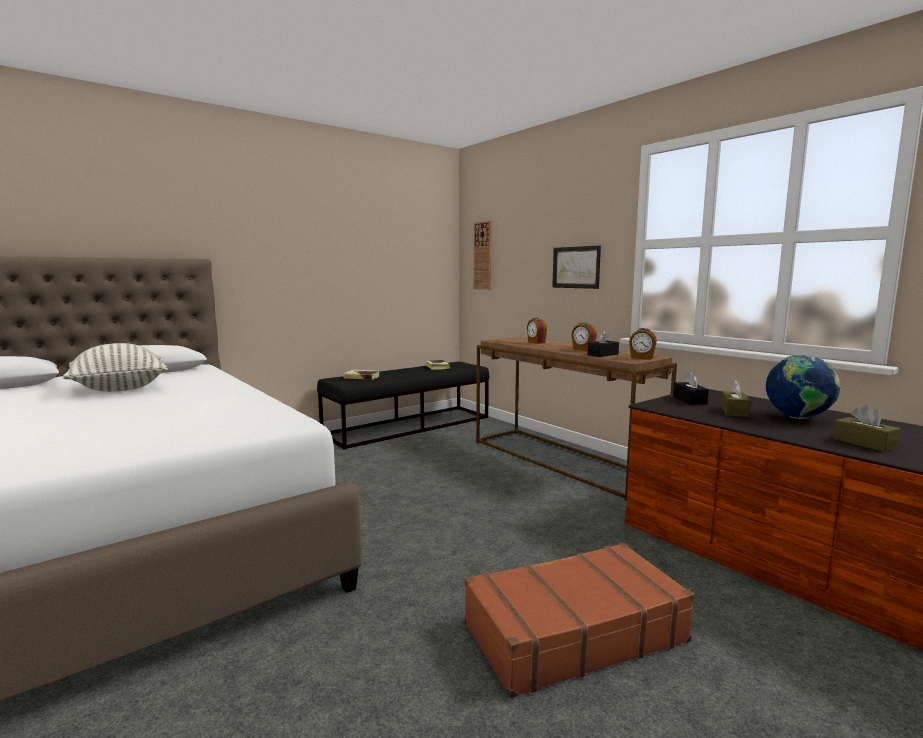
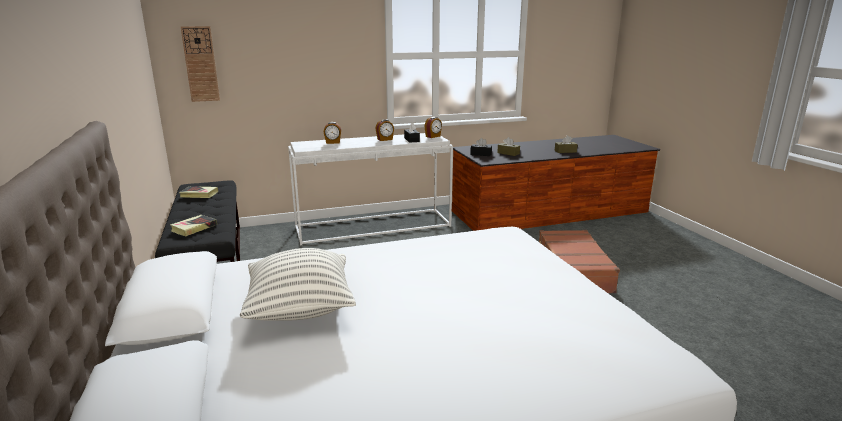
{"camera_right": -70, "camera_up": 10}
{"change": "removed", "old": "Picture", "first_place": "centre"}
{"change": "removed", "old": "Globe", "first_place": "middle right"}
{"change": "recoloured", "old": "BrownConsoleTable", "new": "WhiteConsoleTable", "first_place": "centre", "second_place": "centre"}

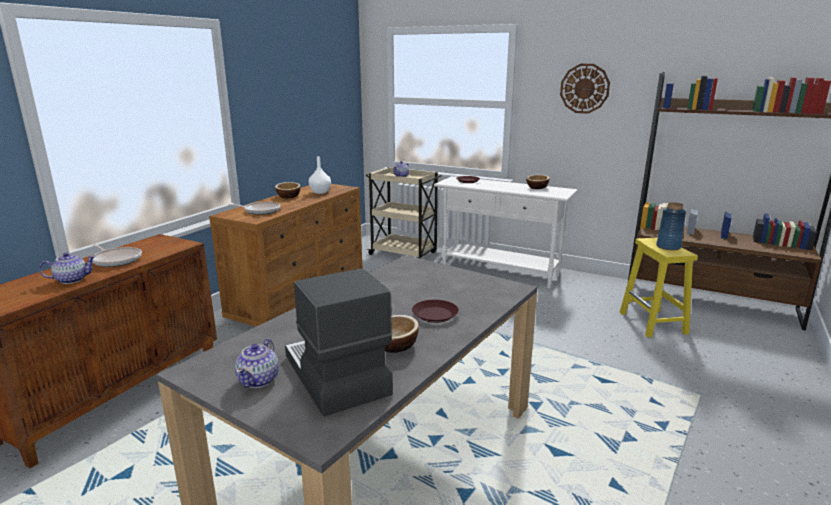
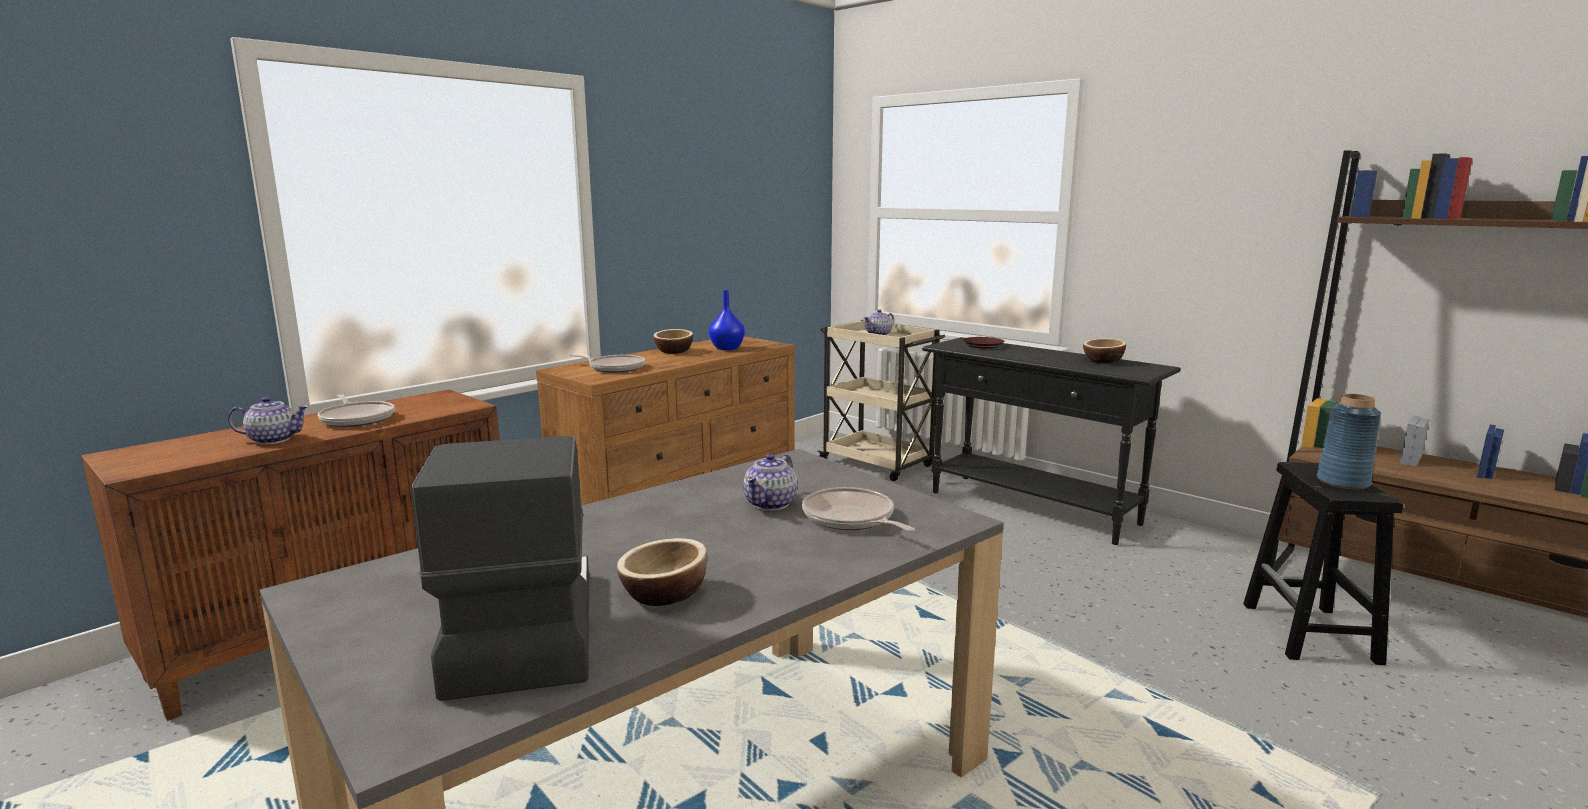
{"camera_right": 15, "camera_up": -5}
{"change": "removed", "old": "BrownPlate (1st from left)", "first_place": "centre"}
{"change": "removed", "old": "WallClock", "first_place": "top right"}
{"change": "added", "new": "FryingPan (3rd from left)", "second_place": "centre"}
{"change": "moved", "old": "Teapot (2nd from left)", "first_place": "bottom left", "second_place": "centre"}
{"change": "recoloured", "old": "WhiteVase", "new": "BlueVase (1st from left)", "first_place": "centre", "second_place": "centre"}
{"change": "recoloured", "old": "WhiteConsoleTable", "new": "BlackConsoleTable", "first_place": "centre", "second_place": "centre"}
{"change": "recoloured", "old": "YellowStool", "new": "BlackStool", "first_place": "middle right", "second_place": "bottom right"}

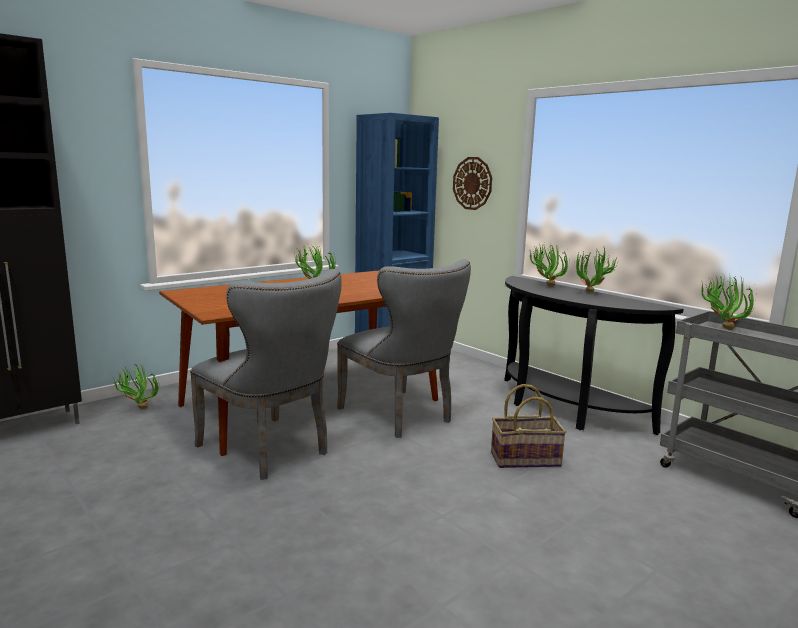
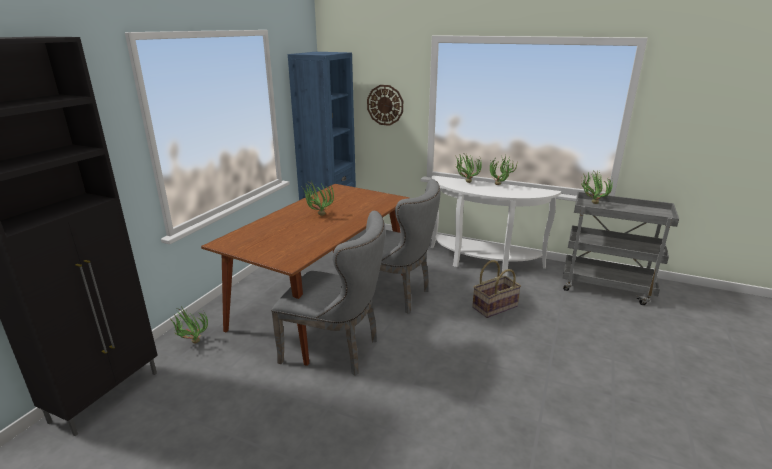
{"camera_right": -25, "camera_up": 10}
{"change": "recoloured", "old": "BlackConsoleTable", "new": "WhiteConsoleTable", "first_place": "middle right", "second_place": "centre"}

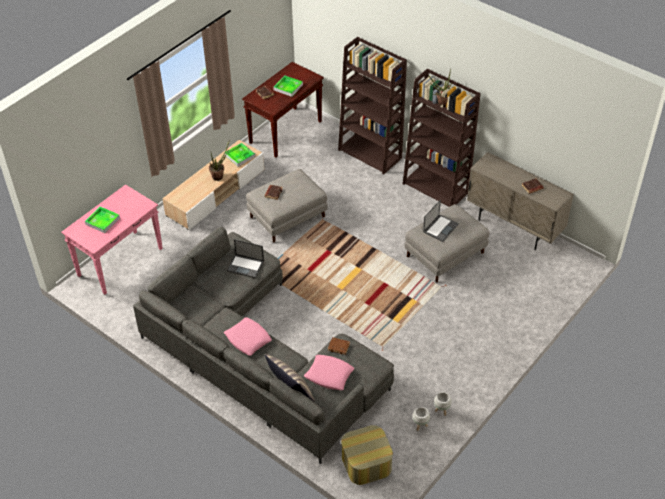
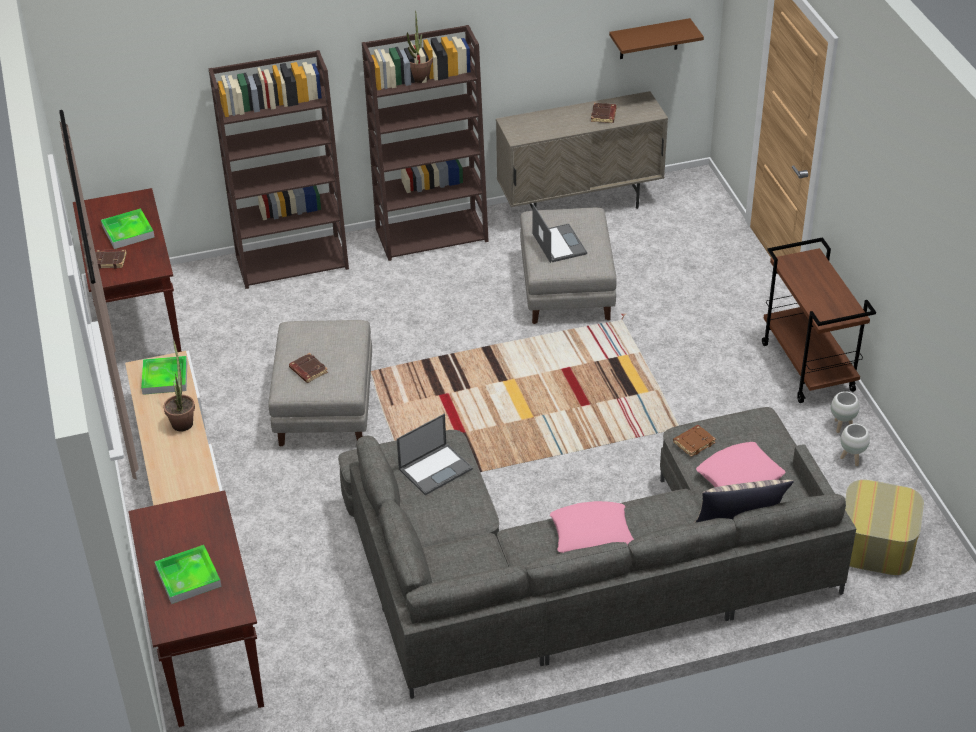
{"camera_right": -55, "camera_up": -5}
{"change": "added", "new": "BrownShelf", "second_place": "top right"}
{"change": "added", "new": "BrownCart", "second_place": "middle right"}
{"change": "recoloured", "old": "PinkConsoleTable", "new": "BrownConsoleTable (2nd from left)", "first_place": "middle left", "second_place": "bottom left"}

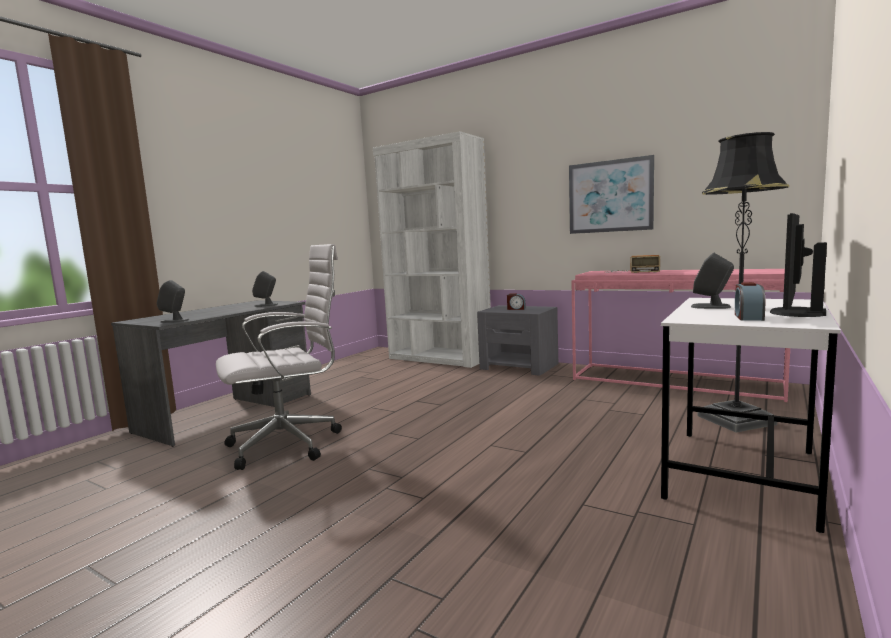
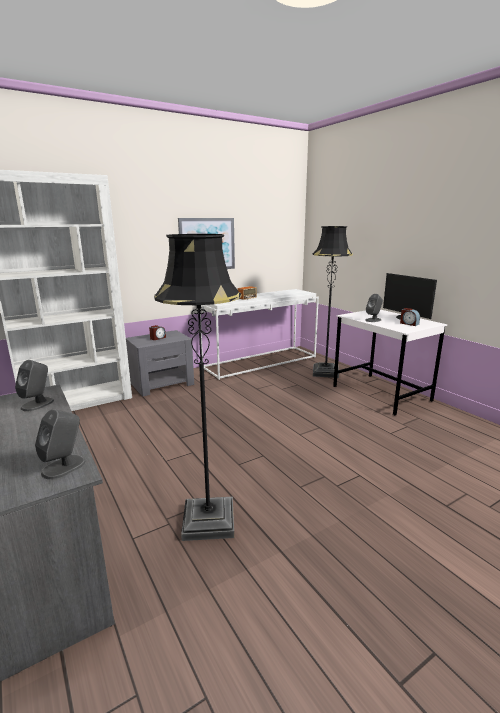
{"camera_right": -65, "camera_up": 10}
{"change": "replaced", "old": "WhiteOfficeChair", "new": "BlackFloorLamp (1st from left)", "first_place": "middle left", "second_place": "centre"}
{"change": "recoloured", "old": "PinkConsoleTable", "new": "WhiteConsoleTable", "first_place": "middle right", "second_place": "centre"}

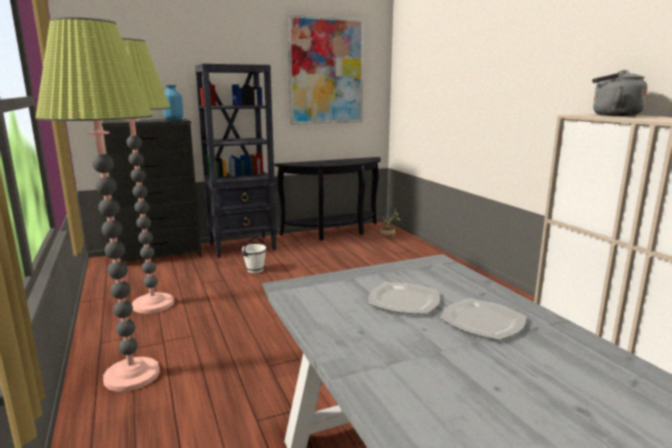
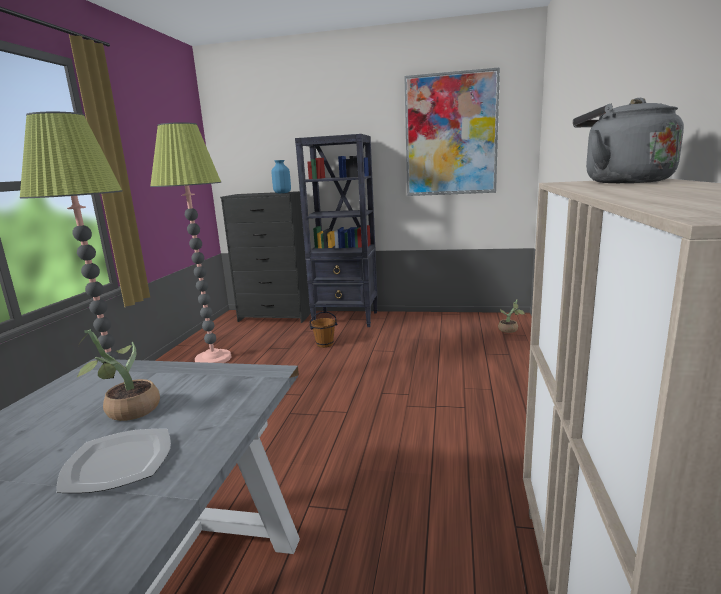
{"camera_right": 35, "camera_up": 0}
{"change": "removed", "old": "BlackConsoleTable", "first_place": "centre"}
{"change": "replaced", "old": "Plate (1st from left)", "new": "PottedPlant (1st from left)", "first_place": "centre", "second_place": "middle left"}
{"change": "recoloured", "old": "WhiteBucket", "new": "BrownBucket", "first_place": "centre", "second_place": "centre"}

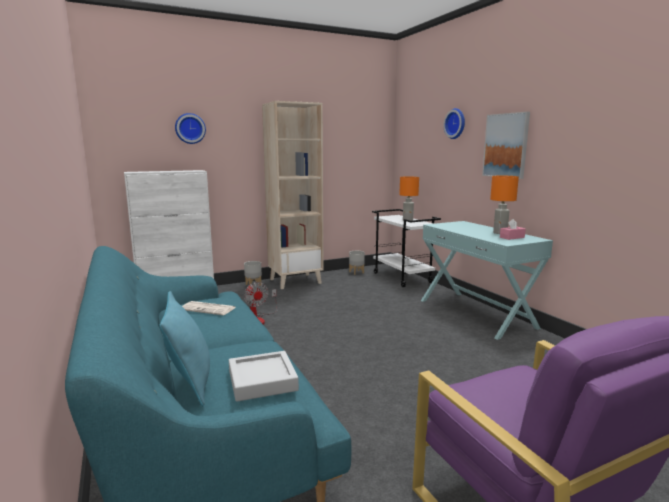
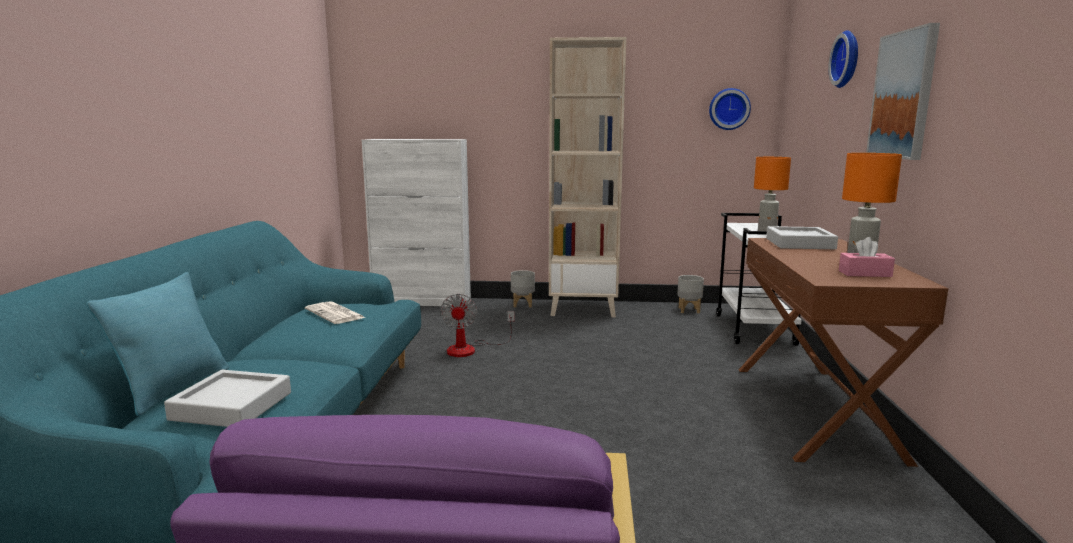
{"camera_right": 30, "camera_up": 0}
{"change": "added", "new": "GreyTray (2nd from left)", "second_place": "middle right"}
{"change": "moved", "old": "WallClock (1st from left)", "first_place": "top left", "second_place": "top right"}
{"change": "recoloured", "old": "TurquoiseConsoleTable", "new": "BrownConsoleTable", "first_place": "middle right", "second_place": "middle right"}

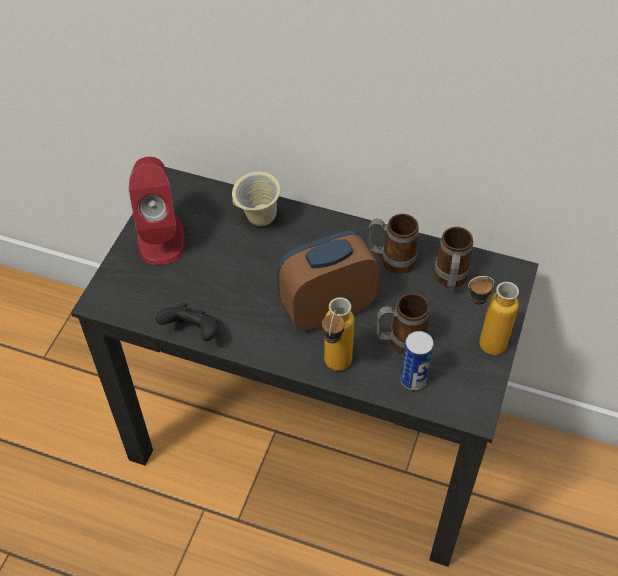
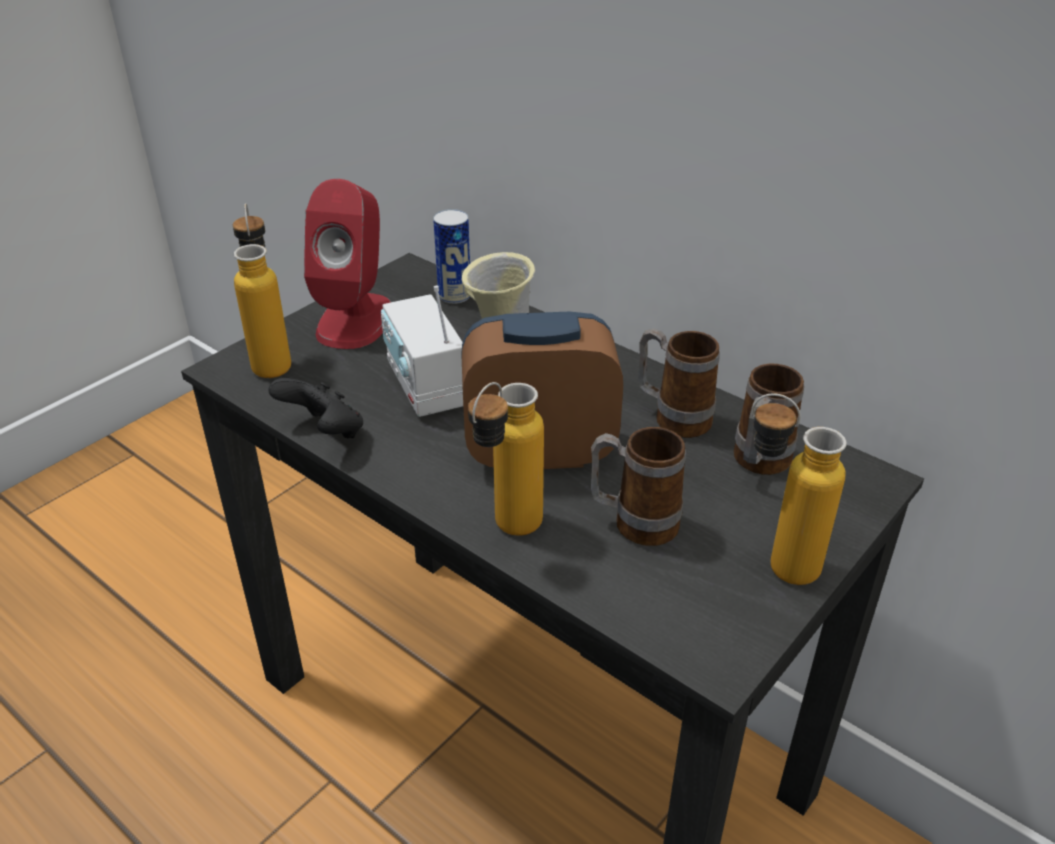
{"camera_right": 20, "camera_up": -15}
{"change": "added", "new": "Bottle (1st from left)", "second_place": "middle left"}
{"change": "added", "new": "Radio", "second_place": "centre"}
{"change": "moved", "old": "Can", "first_place": "middle right", "second_place": "top centre"}

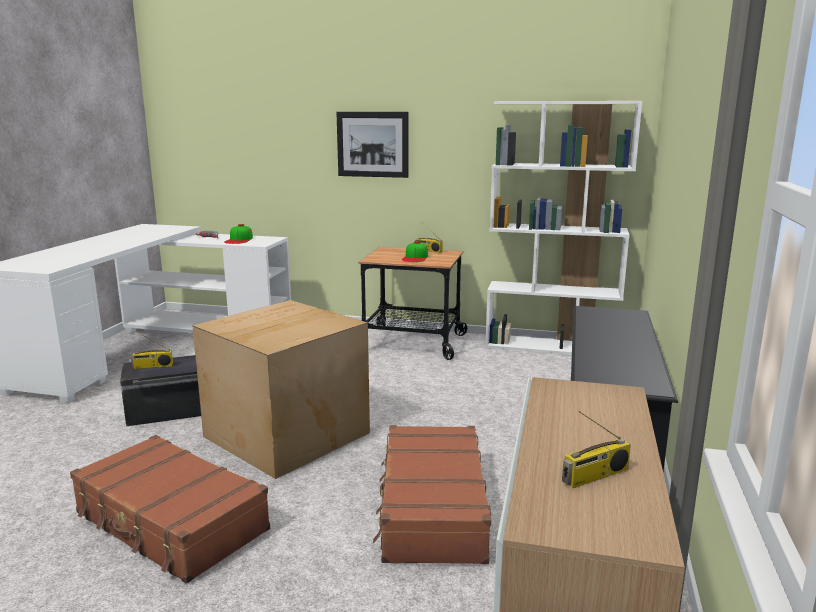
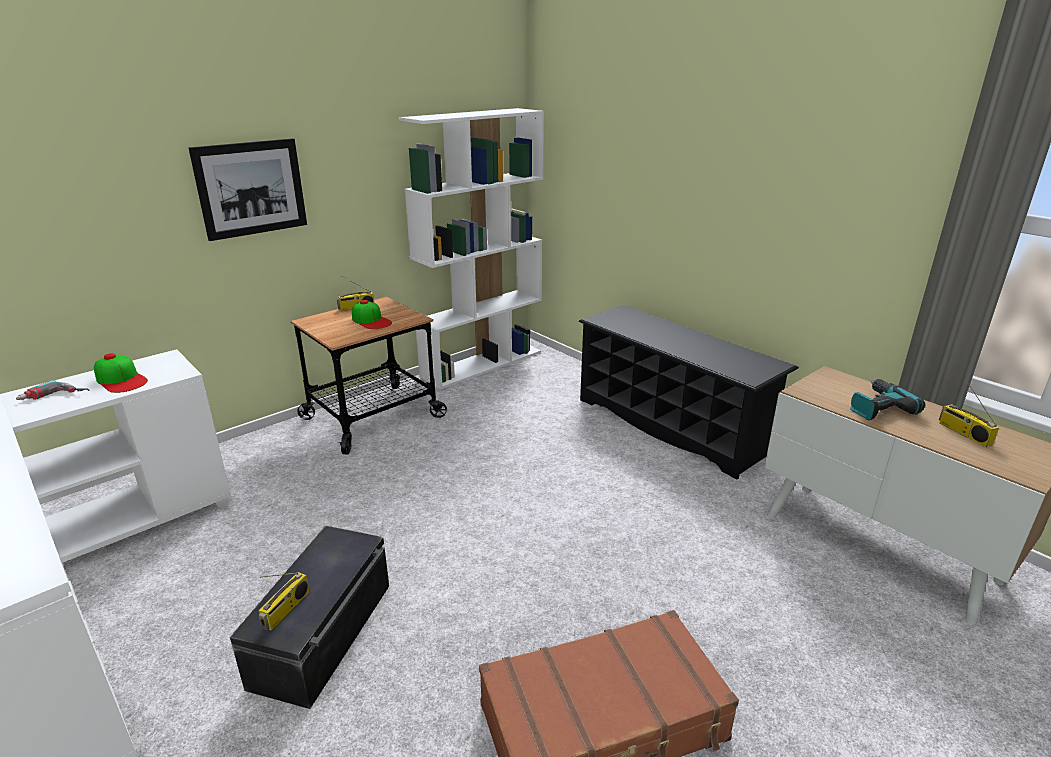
{"camera_right": -55, "camera_up": 10}
{"change": "removed", "old": "CardboardBox", "first_place": "centre"}
{"change": "removed", "old": "BrownSuitcase (2nd from left)", "first_place": "bottom centre"}
{"change": "added", "new": "PowerDrill (2nd from left)", "second_place": "middle right"}
{"change": "turned", "old": "Radio (3rd from left)", "first_place": "bottom right", "second_place": "middle right", "degrees": 150}

